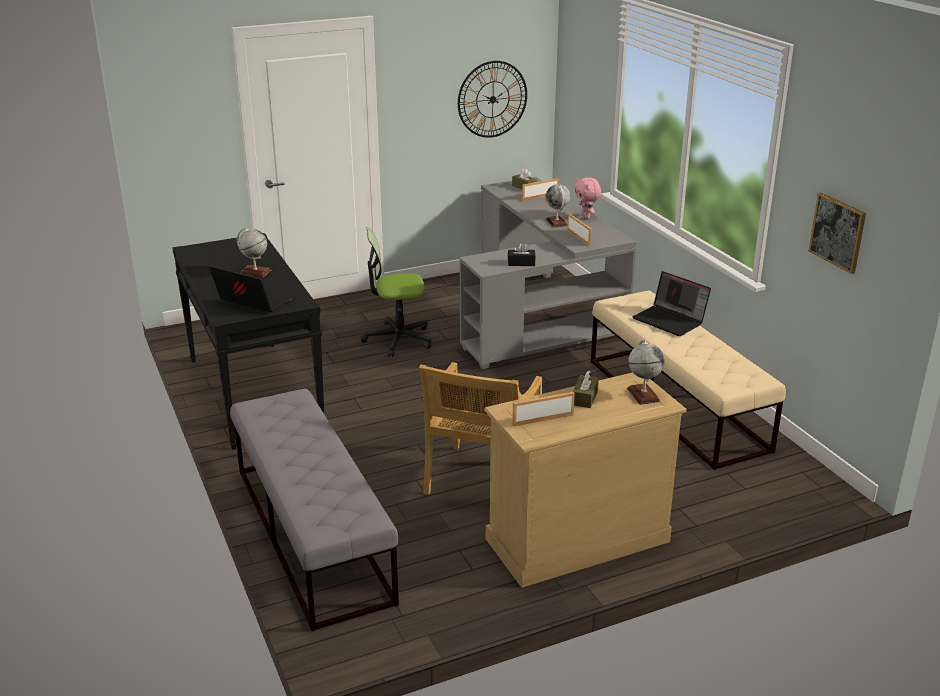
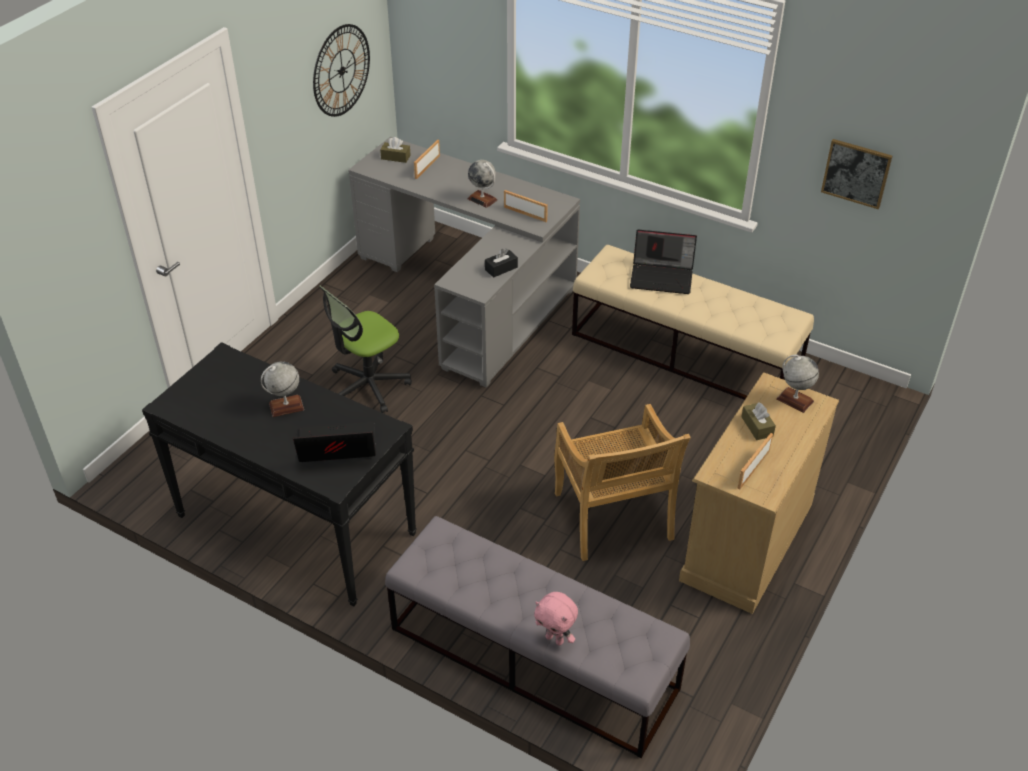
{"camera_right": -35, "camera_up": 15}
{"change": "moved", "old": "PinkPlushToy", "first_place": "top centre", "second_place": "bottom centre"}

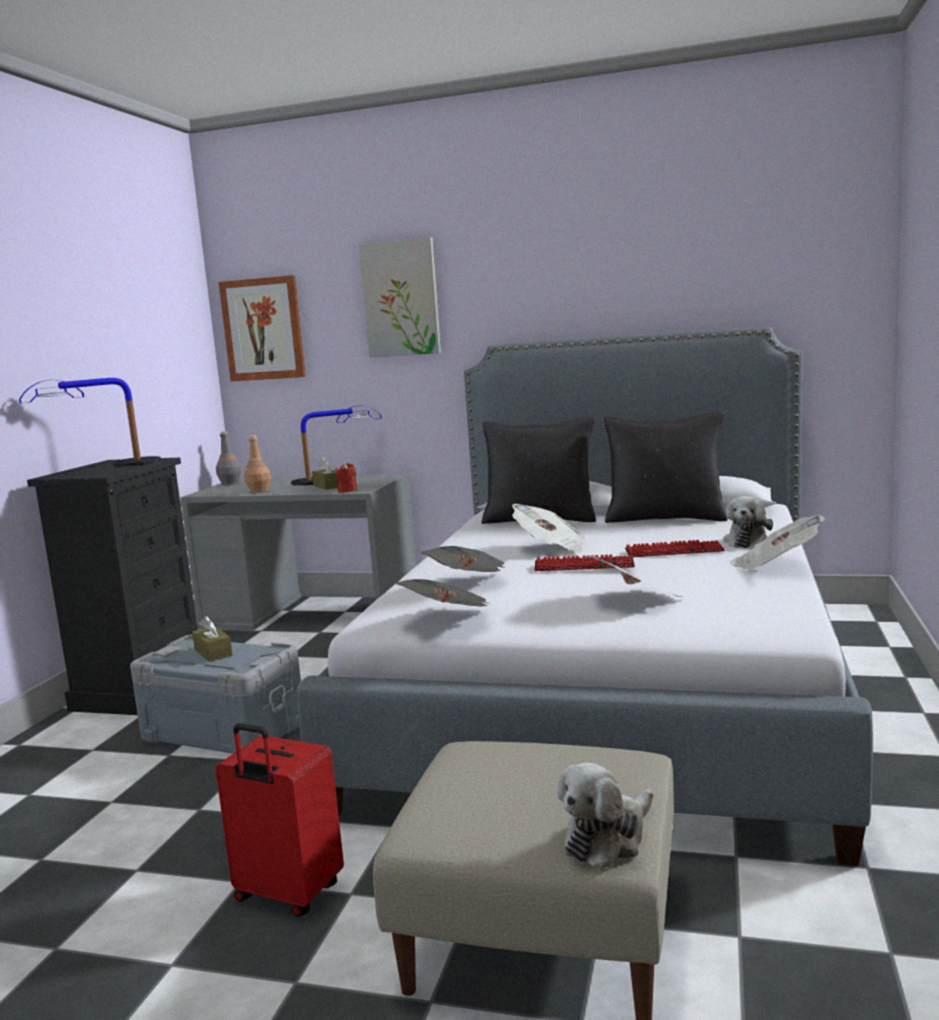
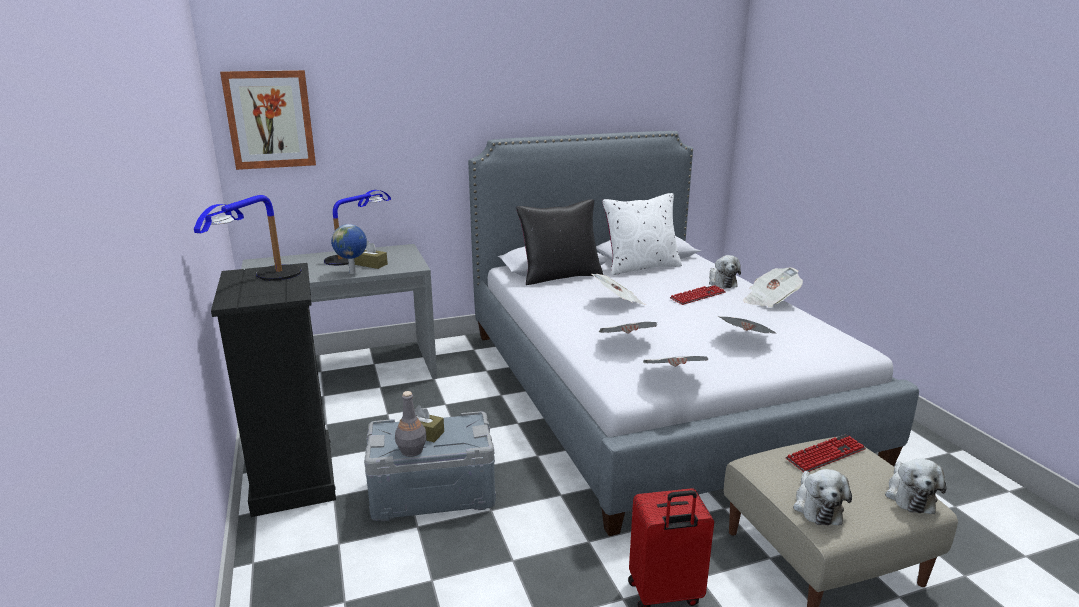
{"camera_right": -35, "camera_up": 10}
{"change": "removed", "old": "BrownBottle", "first_place": "middle left"}
{"change": "removed", "old": "RedCandle", "first_place": "centre"}
{"change": "removed", "old": "Picture (2nd from left)", "first_place": "top centre"}
{"change": "added", "new": "Globe", "second_place": "middle left"}
{"change": "added", "new": "PlushToy (2nd from left)", "second_place": "bottom right"}
{"change": "moved", "old": "GreyBottle", "first_place": "middle left", "second_place": "bottom centre"}
{"change": "moved", "old": "Keyboard (1st from left in the first image)", "new": "Keyboard (2nd from left)", "first_place": "centre", "second_place": "bottom right"}
{"change": "recoloured", "old": "BlackPillow (2nd from left)", "new": "WhitePillow", "first_place": "middle right", "second_place": "centre"}

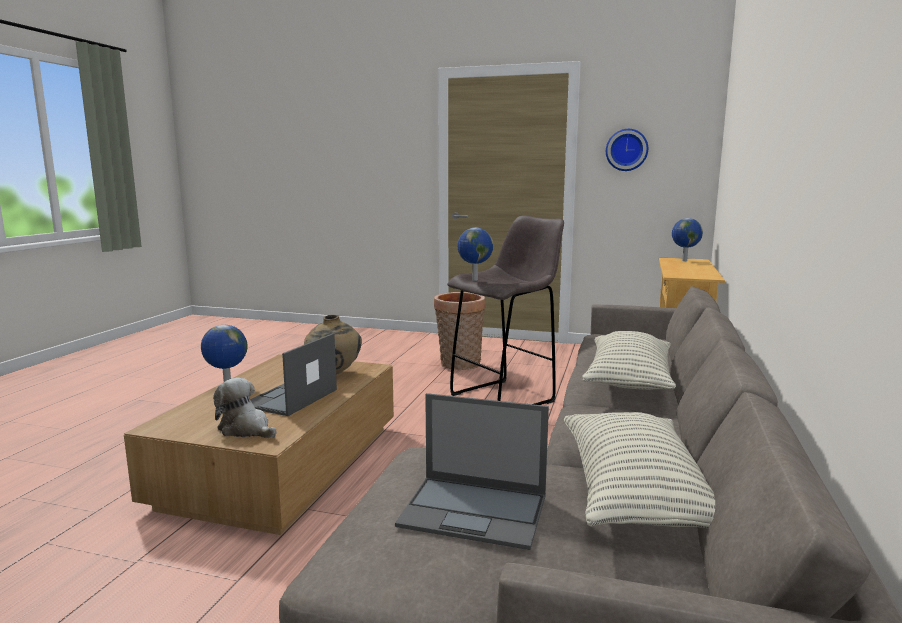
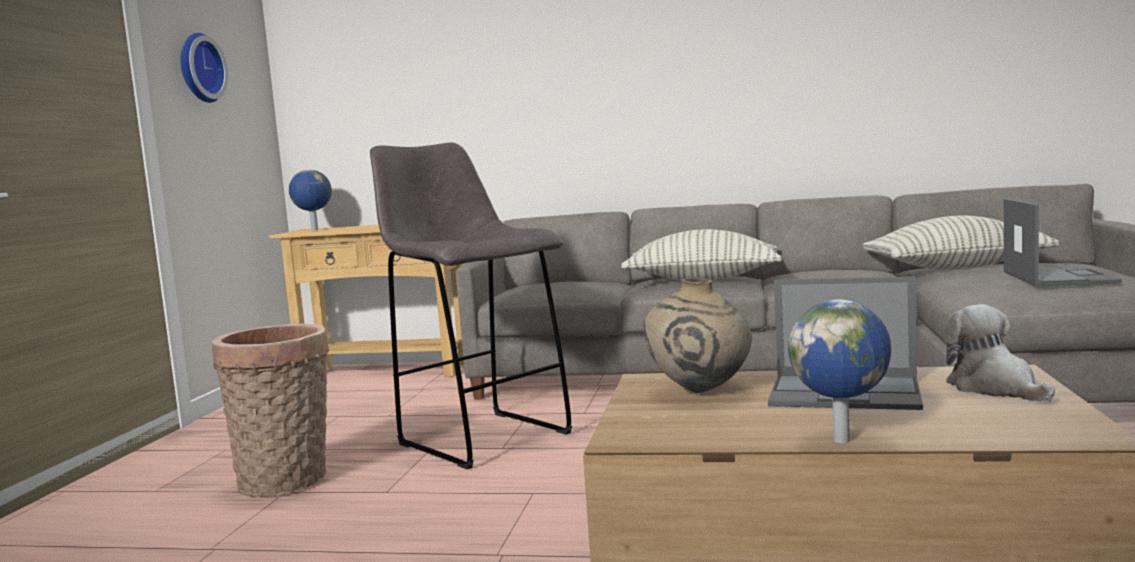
{"camera_right": -95, "camera_up": -5}
{"change": "removed", "old": "Globe (2nd from left)", "first_place": "centre"}
{"change": "turned", "old": "PlushToy", "first_place": "middle left", "second_place": "middle right", "degrees": 135}

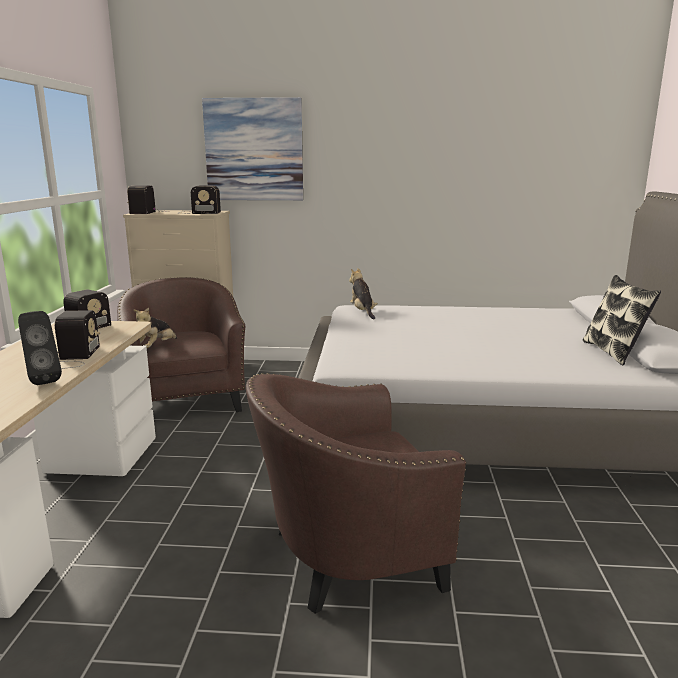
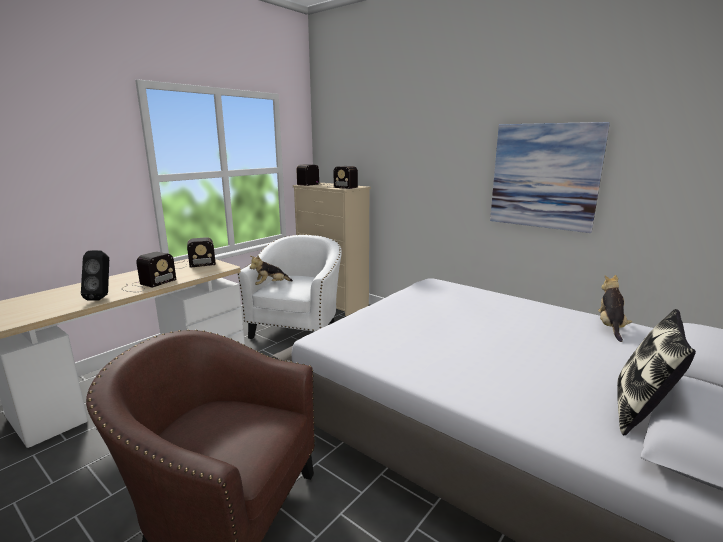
{"camera_right": 35, "camera_up": 0}
{"change": "moved", "old": "Picture", "first_place": "top centre", "second_place": "top right"}
{"change": "moved", "old": "PlushToy (2nd from left)", "first_place": "centre", "second_place": "middle right"}
{"change": "recoloured", "old": "BrownArmchair (1st from left)", "new": "WhiteArmchair", "first_place": "middle left", "second_place": "centre"}

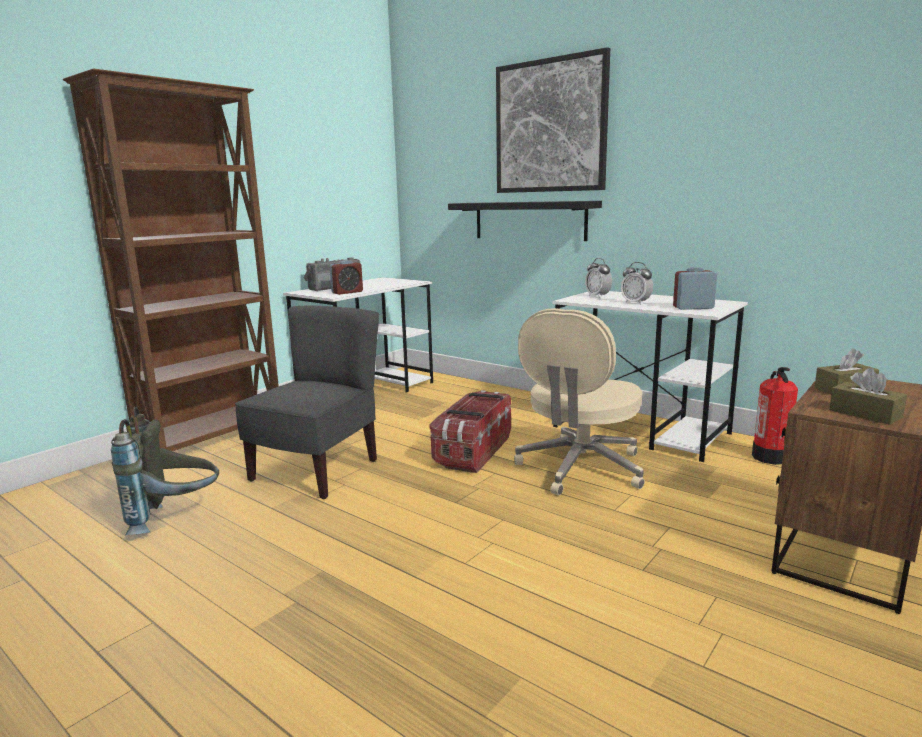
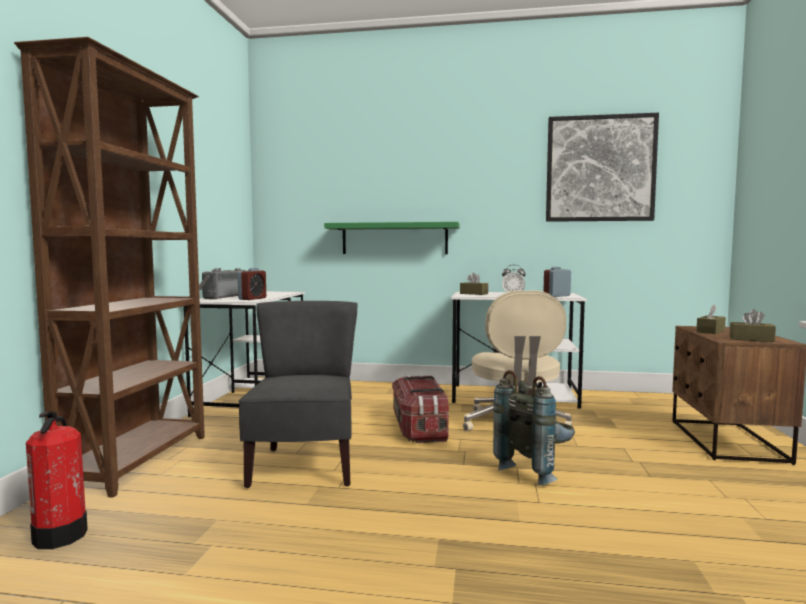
{"camera_right": -30, "camera_up": -10}
{"change": "moved", "old": "GreyBackpack", "first_place": "middle left", "second_place": "bottom centre"}
{"change": "moved", "old": "Picture", "first_place": "top centre", "second_place": "top right"}
{"change": "moved", "old": "FireExtinguisher", "first_place": "middle right", "second_place": "bottom left"}
{"change": "replaced", "old": "AlarmClock (2nd from left)", "new": "BrownTissueBox (1st from left)", "first_place": "centre", "second_place": "centre"}
{"change": "recoloured", "old": "BlackShelf", "new": "GreenShelf", "first_place": "top centre", "second_place": "centre"}

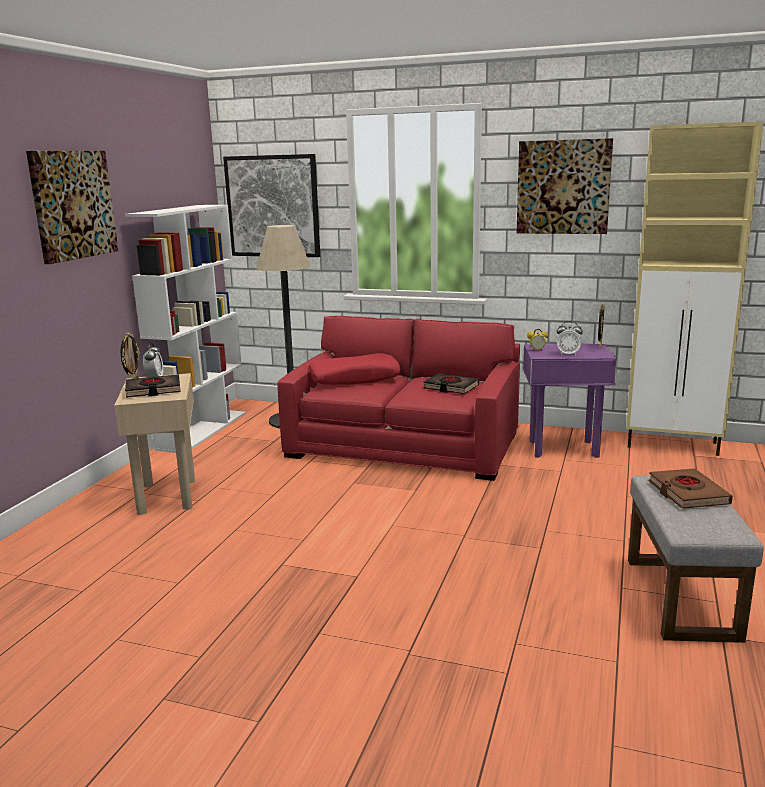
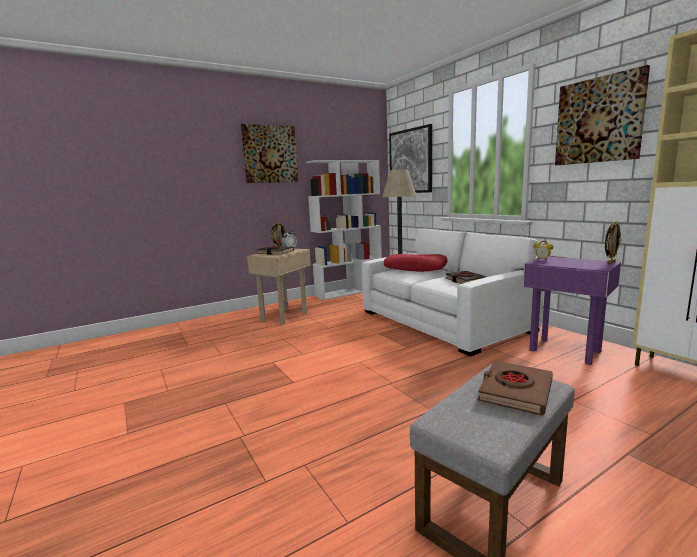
{"camera_right": 40, "camera_up": -5}
{"change": "removed", "old": "AlarmClock (3rd from left)", "first_place": "middle right"}
{"change": "recoloured", "old": "RedSofa", "new": "WhiteSofa", "first_place": "centre", "second_place": "centre"}

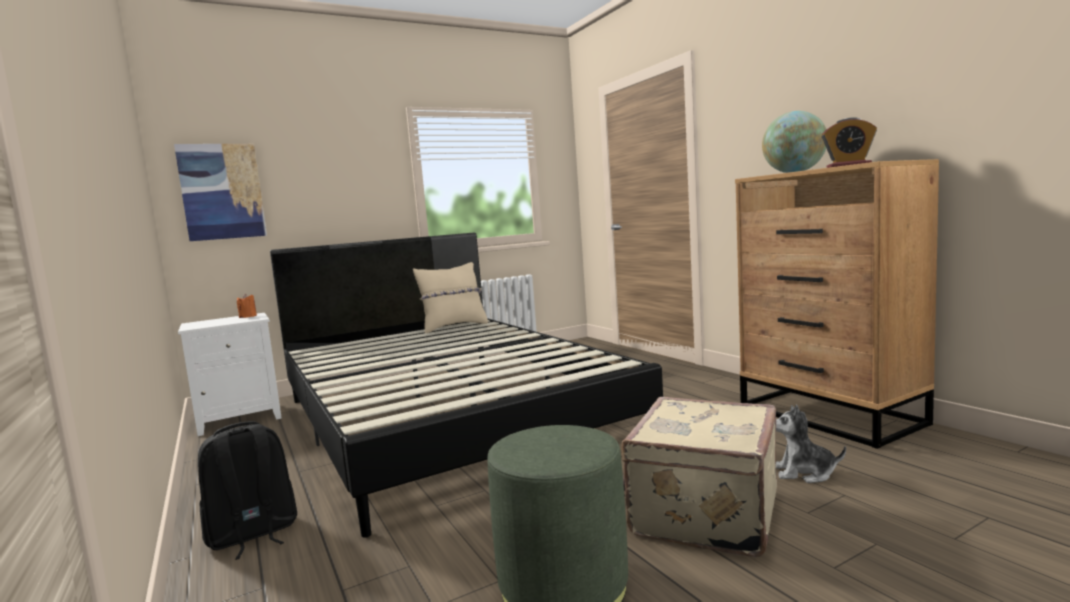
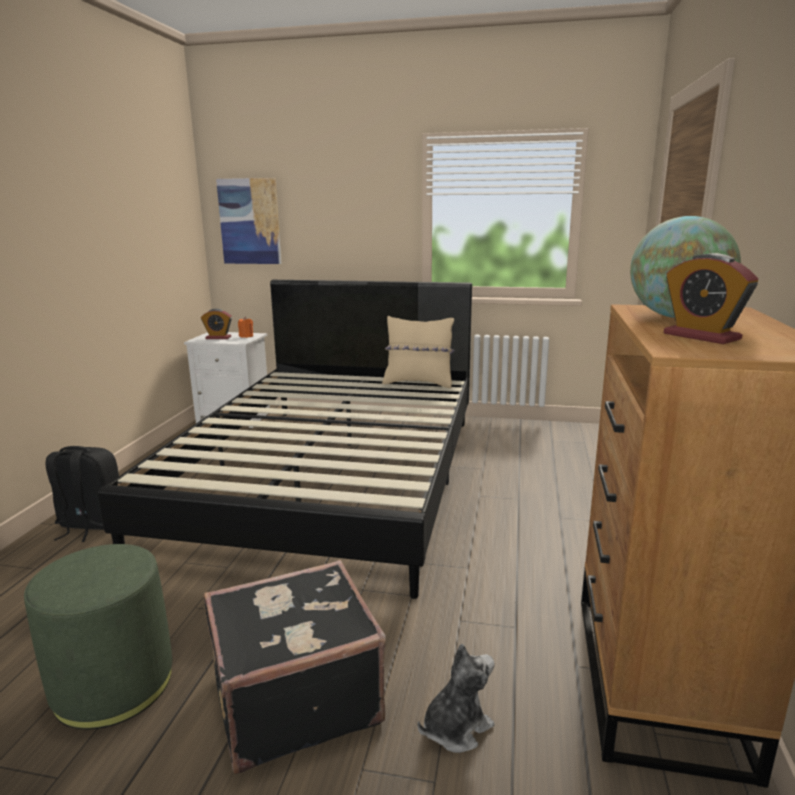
{"camera_right": 40, "camera_up": 10}
{"change": "added", "new": "AlarmClock (1st from left)", "second_place": "middle left"}
{"change": "recoloured", "old": "BeigeSuitcase", "new": "BlackSuitcase", "first_place": "bottom centre", "second_place": "bottom centre"}
{"change": "turned", "old": "PlushToy", "first_place": "bottom right", "second_place": "bottom centre", "degrees": 90}

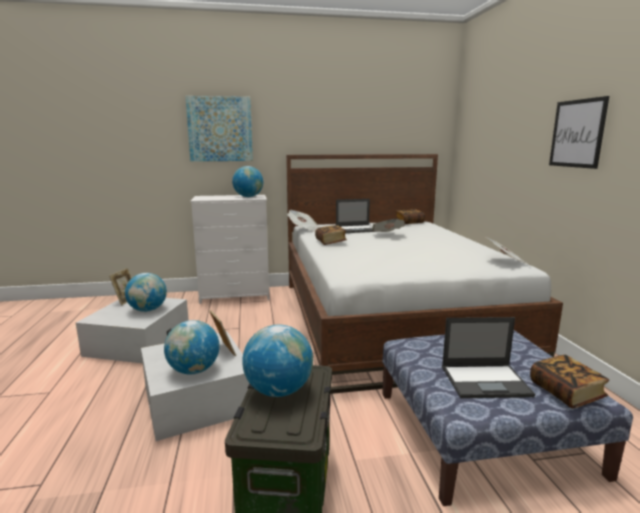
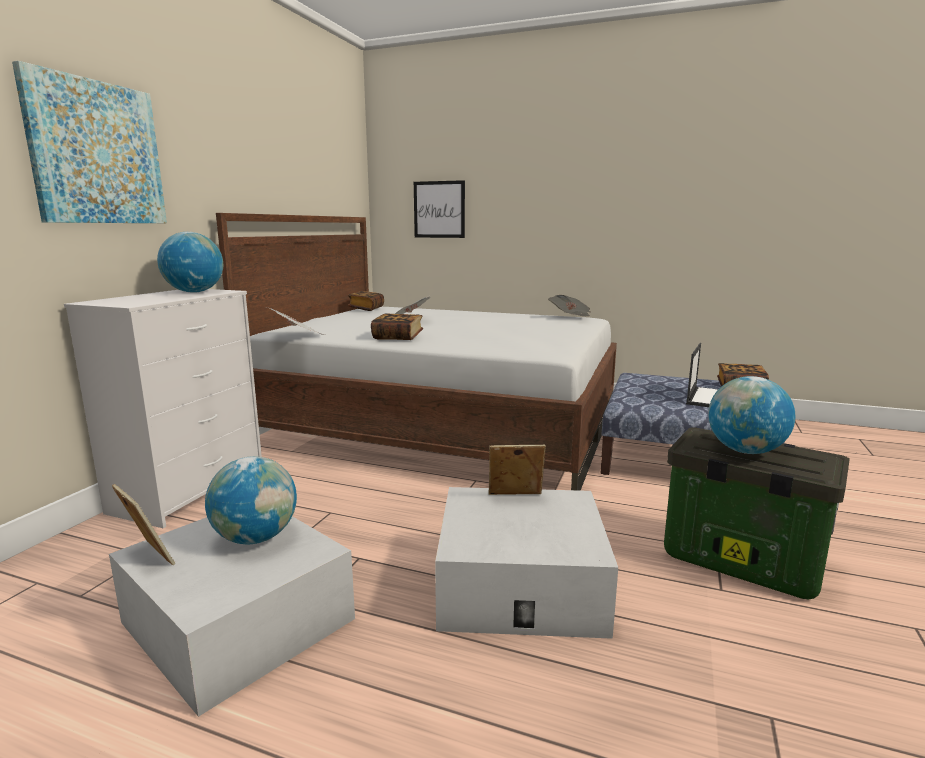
{"camera_right": -60, "camera_up": 0}
{"change": "removed", "old": "Globe (2nd from left)", "first_place": "bottom left"}
{"change": "removed", "old": "Laptop (1st from left)", "first_place": "centre"}
{"change": "moved", "old": "Picture (2nd from left)", "first_place": "top right", "second_place": "top centre"}

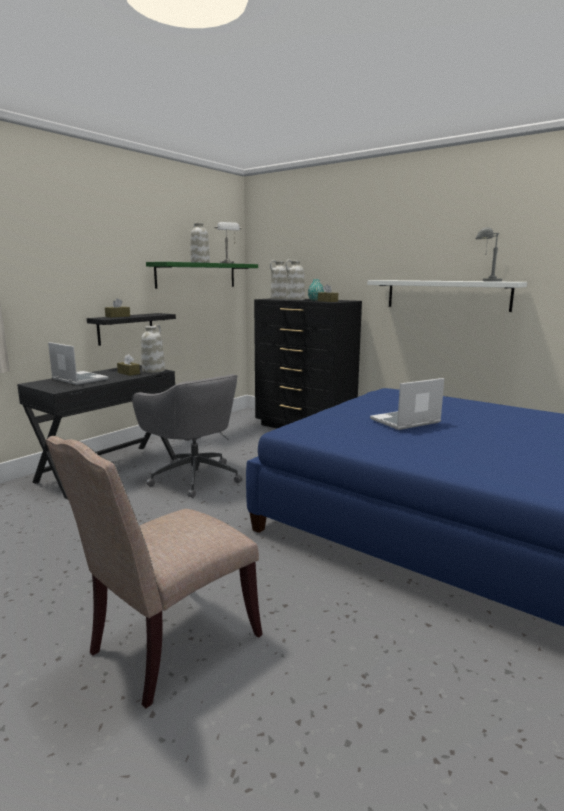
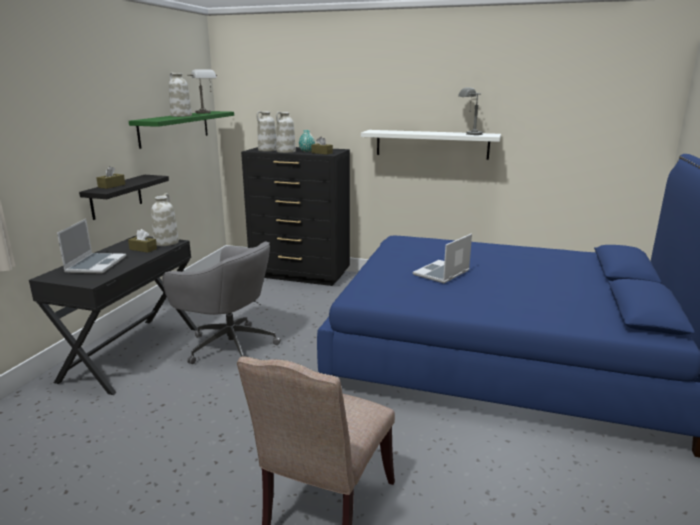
{"camera_right": -20, "camera_up": 5}
{"change": "turned", "old": "Laptop (1st from left)", "first_place": "middle left", "second_place": "middle left", "degrees": 75}

